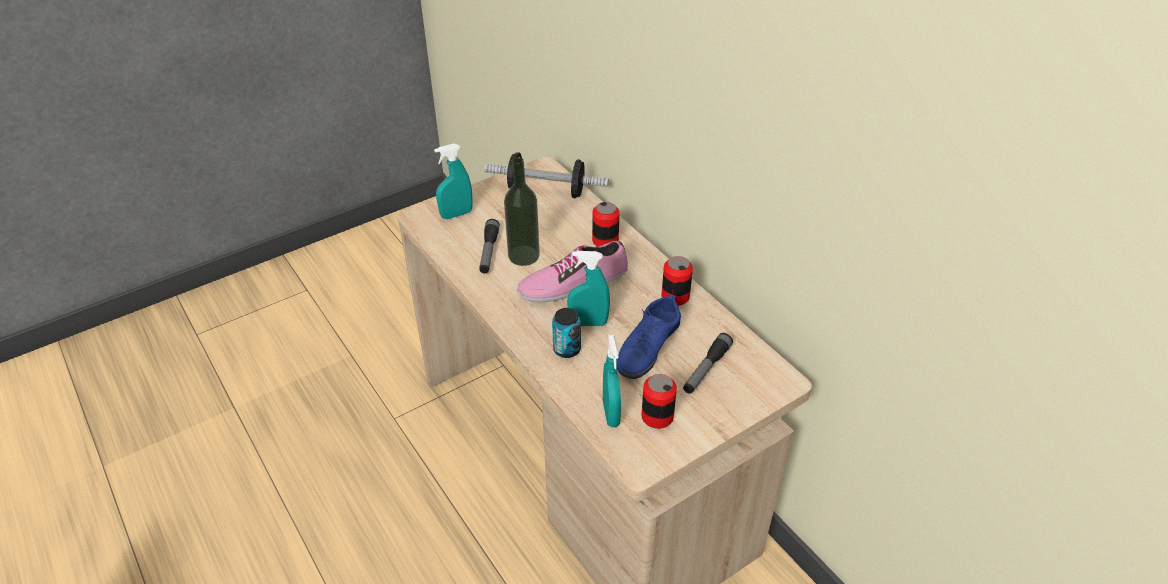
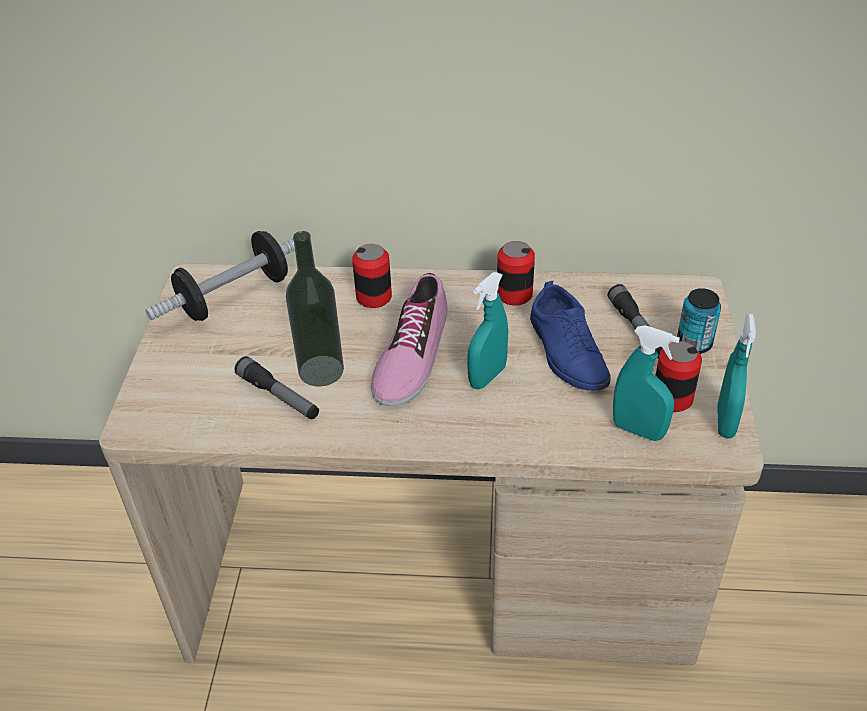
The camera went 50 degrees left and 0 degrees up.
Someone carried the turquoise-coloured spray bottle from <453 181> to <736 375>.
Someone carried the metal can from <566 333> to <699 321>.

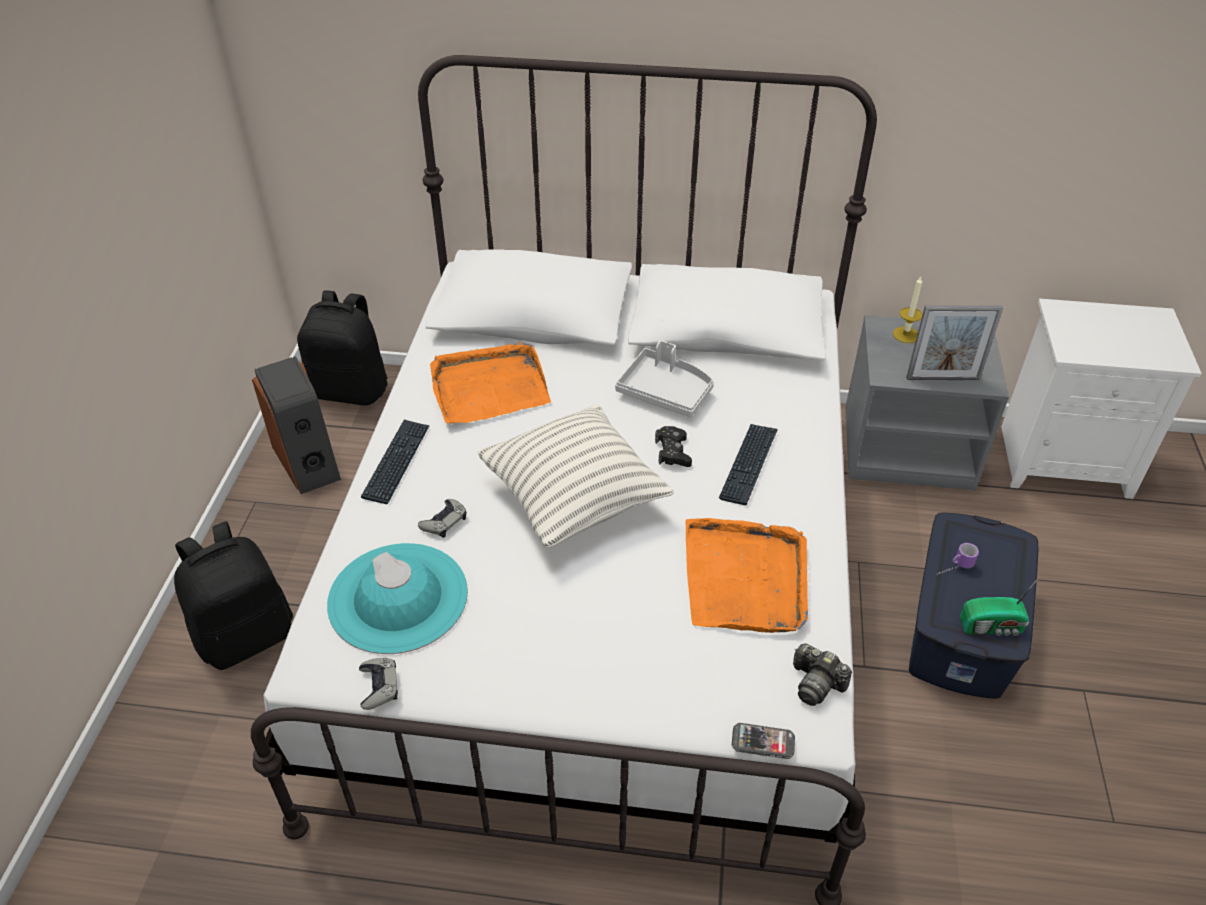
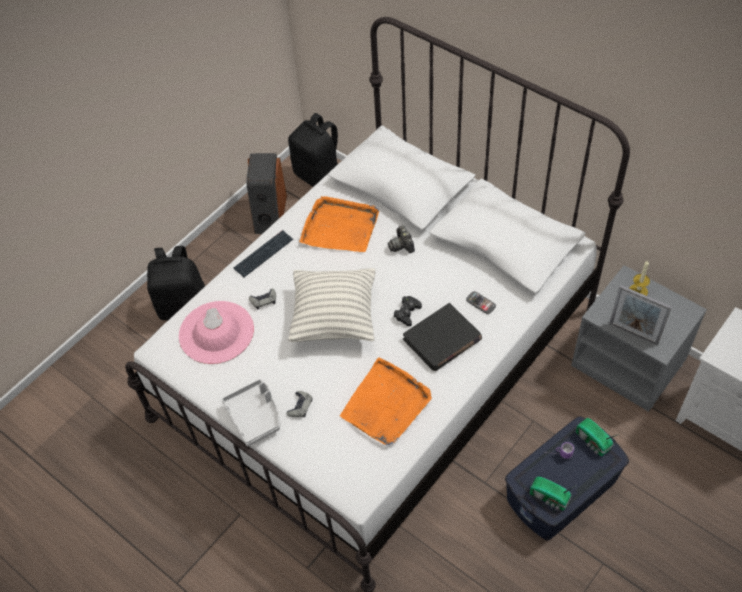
The camera went 35 degrees right and 10 degrees up.
Someone put down the radio set at <597 437>.
Someone carried the gray joypad from <378 684> to <299 404>.
Someone carried the gray carrying tray from <664 378> to <250 412>.
Someone carried the phone from <763 741> to <481 302>.
Someone carried the photo camera from <822 674> to <401 239>.
Someone swapped the computer keyboard at <748 464> for the black book at <442 337>.
Someone repainted the turquoise-coloured hat at <397 598>, which became the pinkish hat at <216 332>.

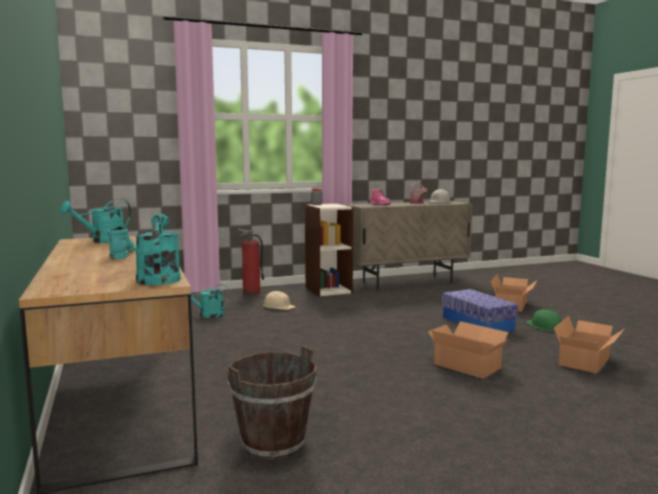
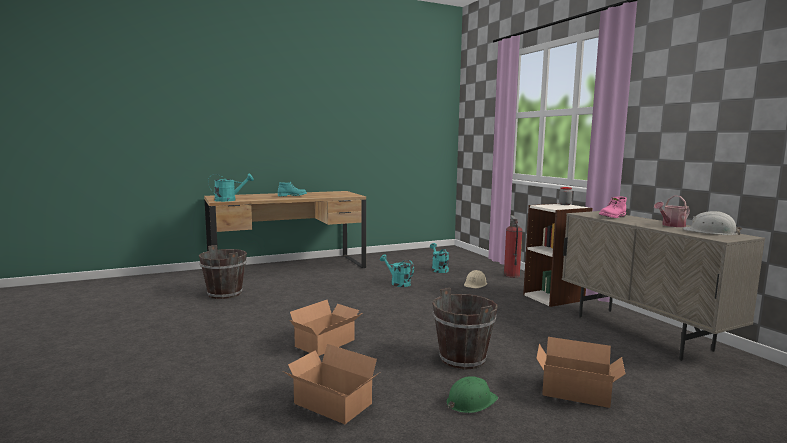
The camera went 85 degrees right and 0 degrees up.
Someone carried the turquoise-coloured sprinkling can from <95 221> to <397 270>.
Someone swapped the storage box at <480 310> for the brownish pail at <465 329>.

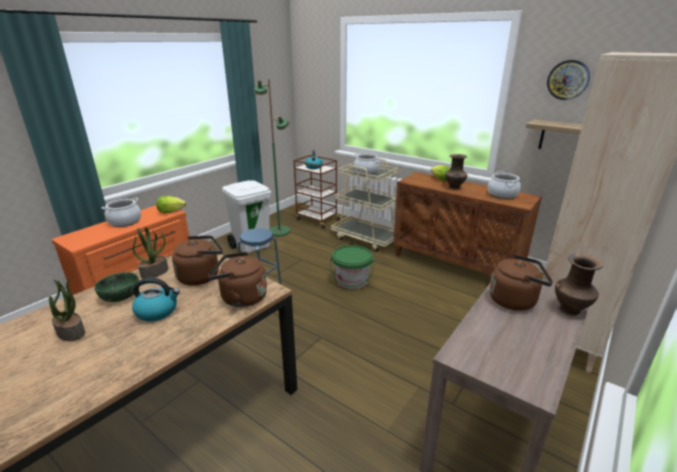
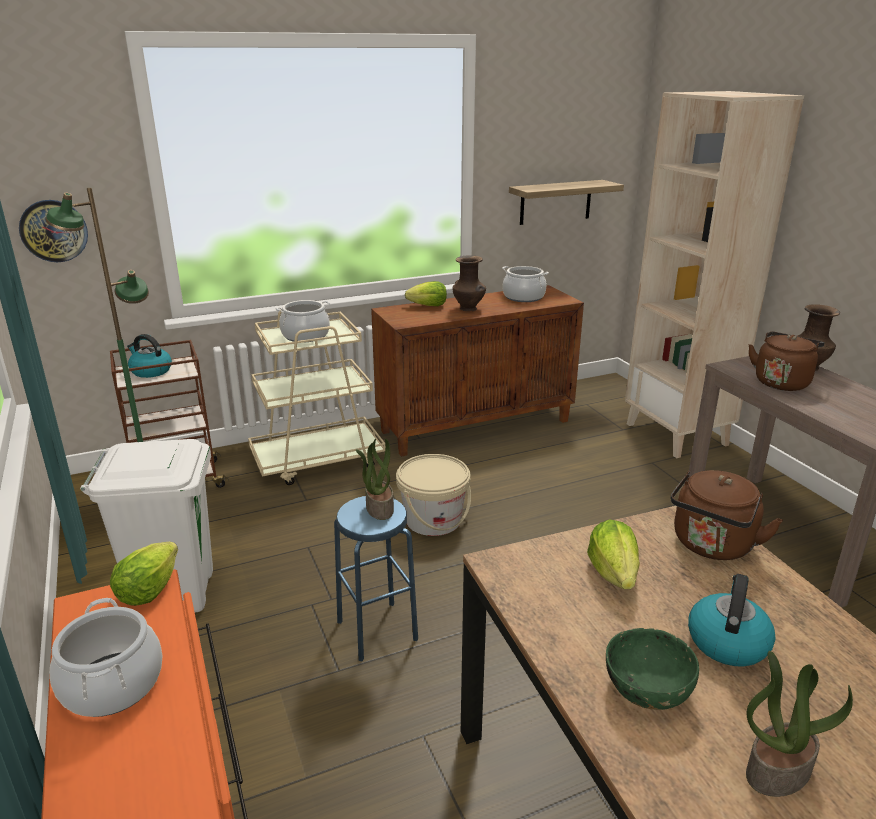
The camera went 60 degrees left and 0 degrees up.
Someone carried the potted plant from <150 253> to <374 479>.
Someone carried the hanging clock from <568 80> to <53 231>.
Someone swapped the brownish tea kettle at <197 261> for the head of lettuce at <613 554>.
Someone repainted the green-coloured pail at <352 267>, which became the sand-coloured pail at <433 495>.

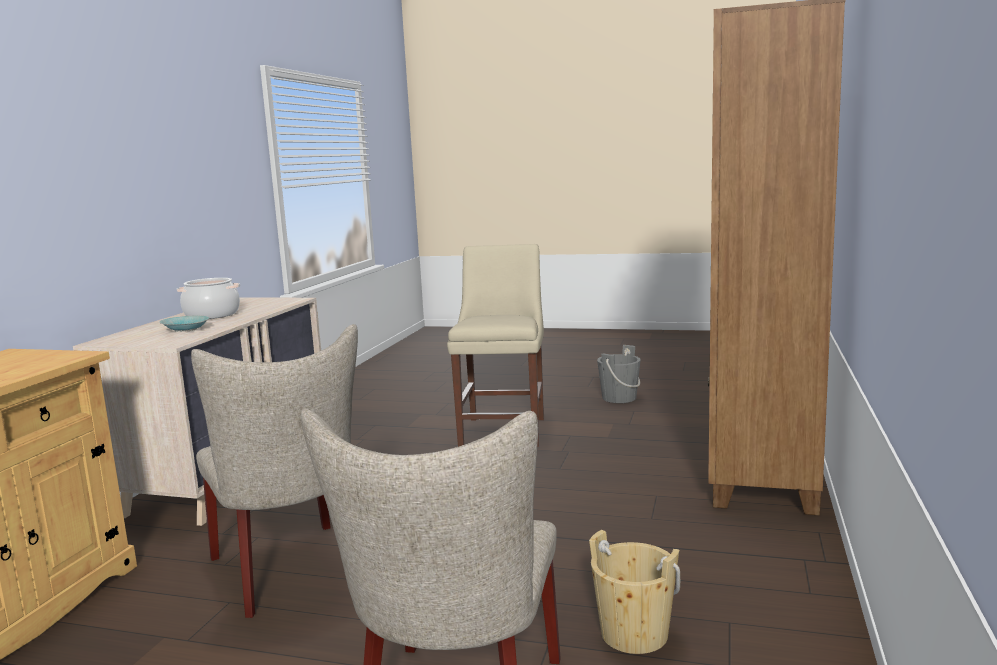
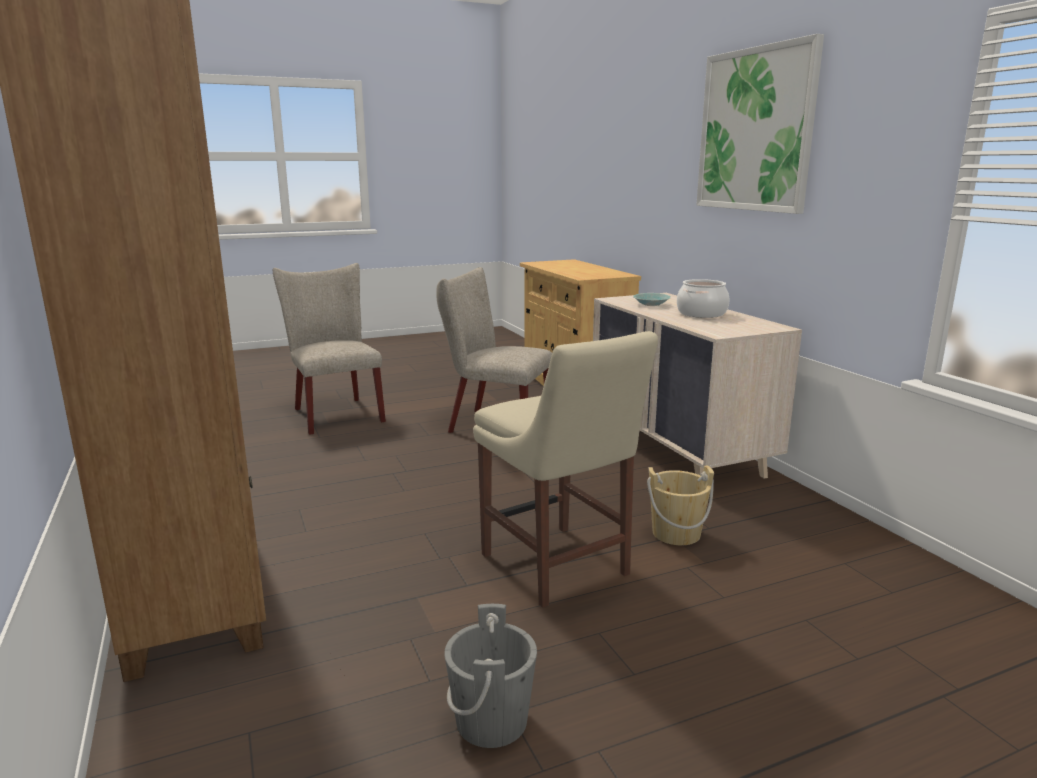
The camera went 140 degrees right and 5 degrees up.
Someone put up the wall art at <760 124>.
Someone carried the sand-coloured pail from <634 592> to <680 505>.

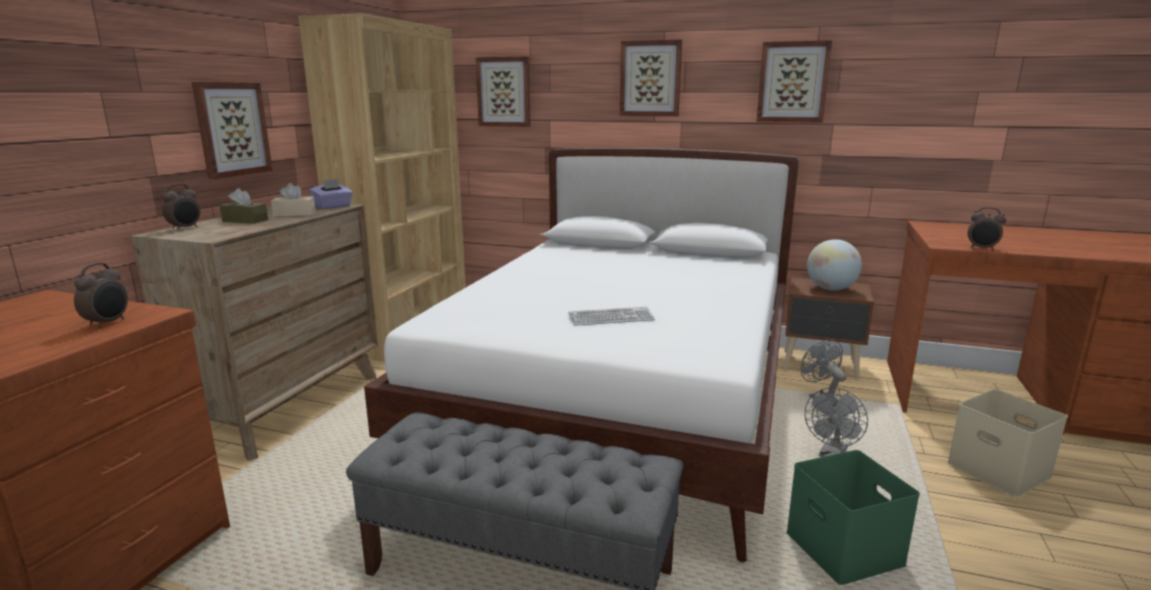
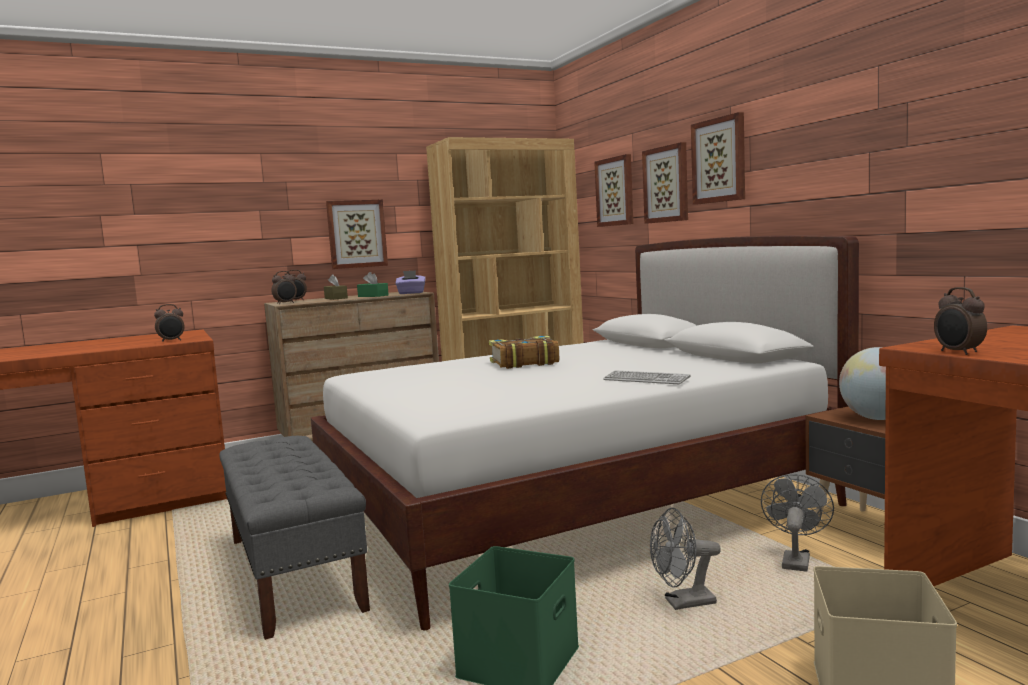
The camera went 45 degrees right and 10 degrees down.
Someone put down the table clock at <284 287>.
Someone put down the book at <524 352>.
Someone carried the computer keyboard from <611 316> to <647 377>.
Someone carried the wall art from <794 81> to <665 183>.
Someone repainted the sand-coloured tissue holder at <293 200>, which became the green-coloured tissue holder at <373 284>.

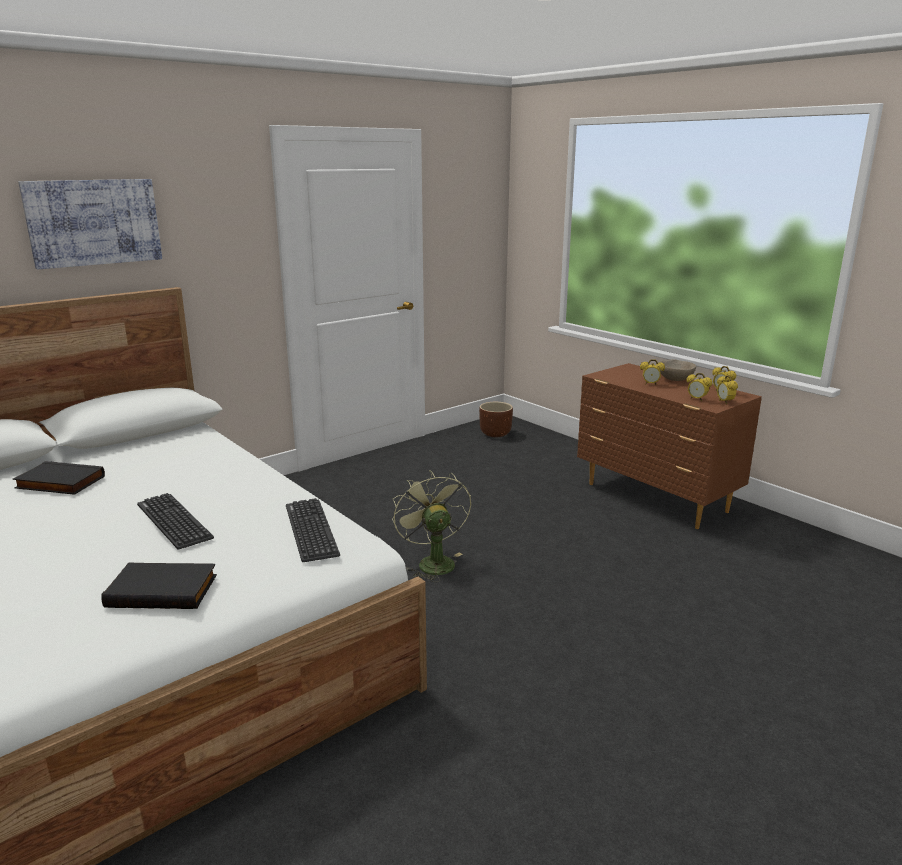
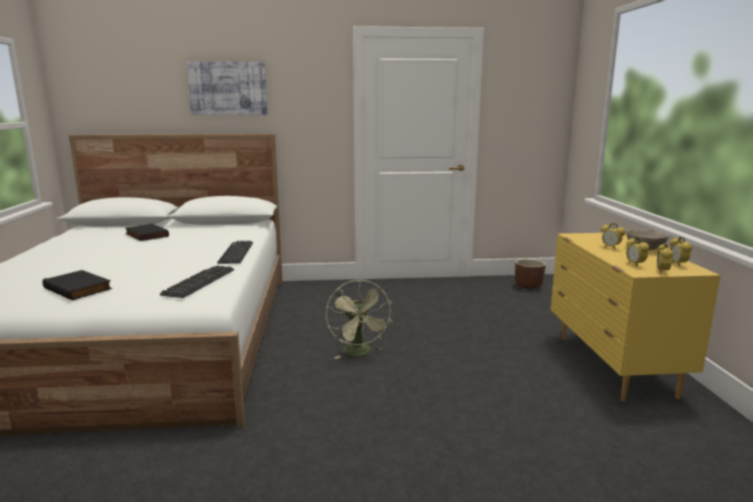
The camera went 35 degrees right and 5 degrees down.
Someone carried the computer keyboard from <175 521> to <235 252>.
Someone repainted the brownish dresser at <669 446>, which became the yellow dresser at <635 317>.
Someone rotated the green-coloured fan at <431 526> by 150 degrees clockwise.

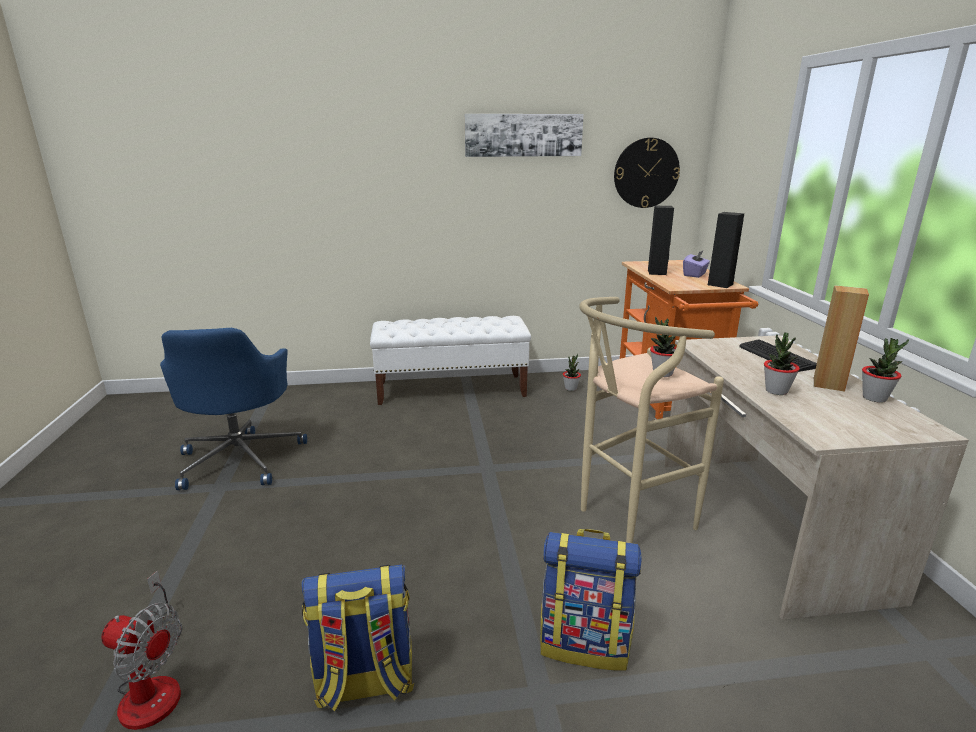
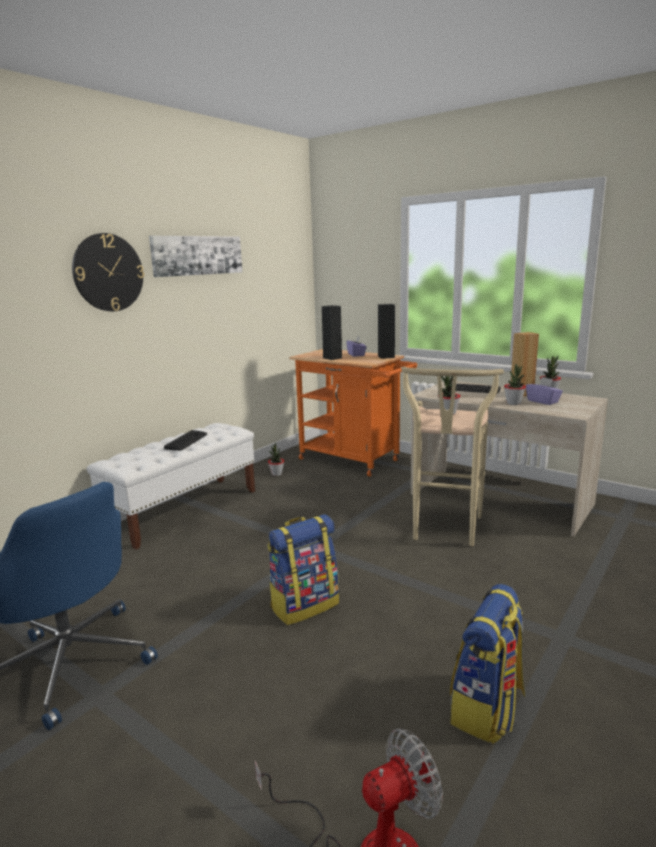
The camera went 45 degrees left and 5 degrees down.
Someone put down the computer keyboard at <185 440>.
Someone put down the purplish tissue holder at <544 391>.
Someone carried the rucksack from <591 600> to <303 569>.
Someone carried the hanging clock from <647 173> to <108 272>.

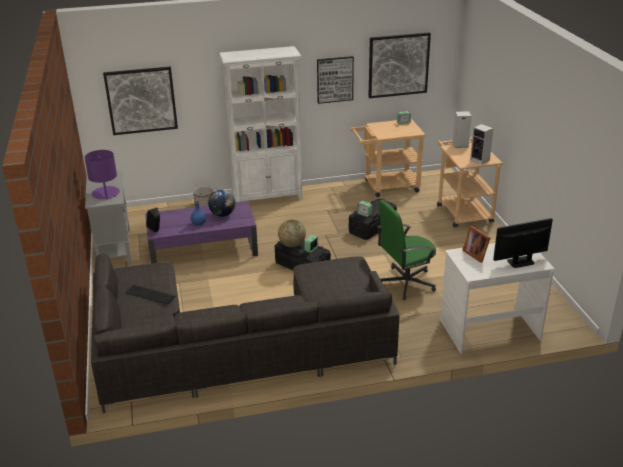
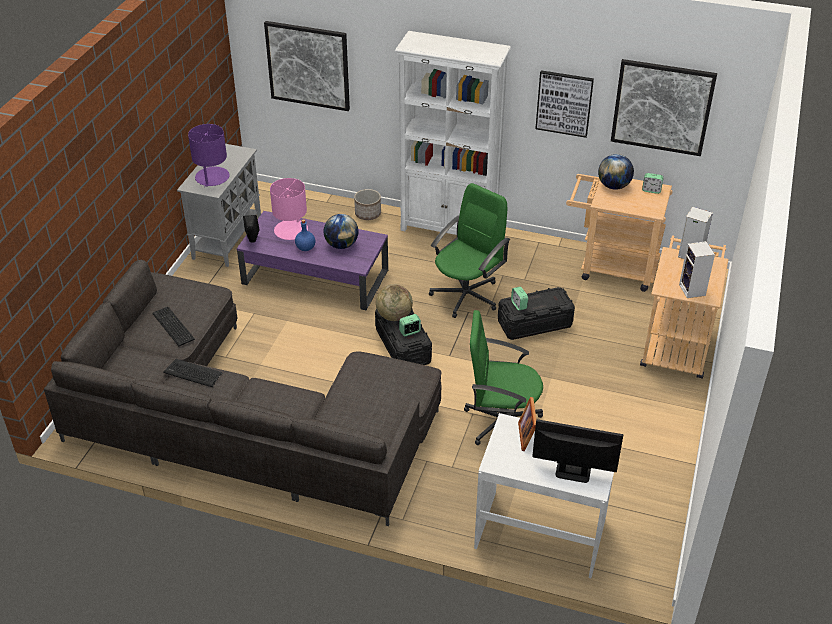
The camera went 30 degrees right and 10 degrees up.
Someone put down the computer keyboard at <193 373>.
Someone put down the pinkish tabletop lamp at <289 209>.
Someone put down the green-coloured computer chair at <469 250>.
Someone put down the globe at <616 172>.

